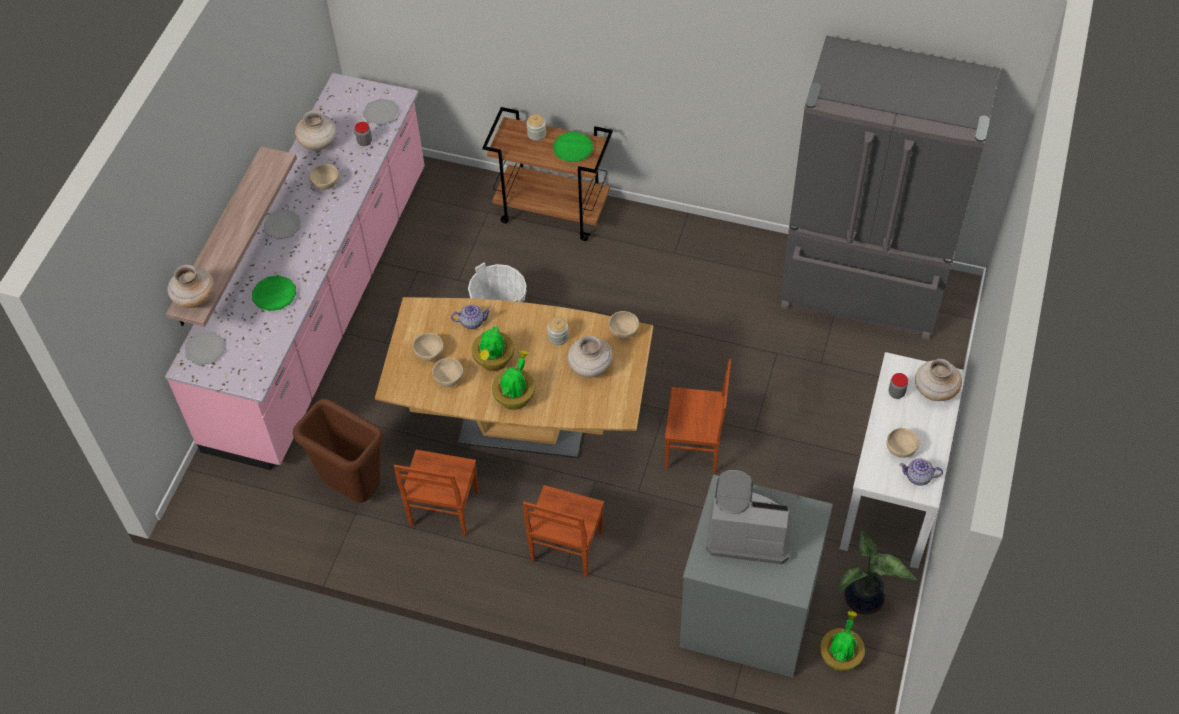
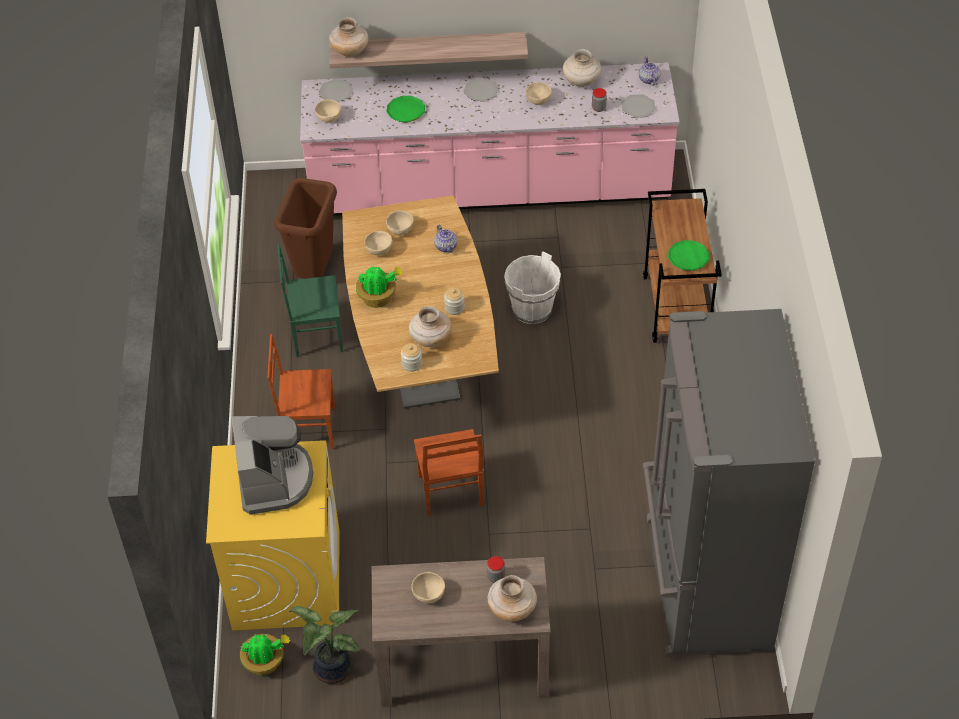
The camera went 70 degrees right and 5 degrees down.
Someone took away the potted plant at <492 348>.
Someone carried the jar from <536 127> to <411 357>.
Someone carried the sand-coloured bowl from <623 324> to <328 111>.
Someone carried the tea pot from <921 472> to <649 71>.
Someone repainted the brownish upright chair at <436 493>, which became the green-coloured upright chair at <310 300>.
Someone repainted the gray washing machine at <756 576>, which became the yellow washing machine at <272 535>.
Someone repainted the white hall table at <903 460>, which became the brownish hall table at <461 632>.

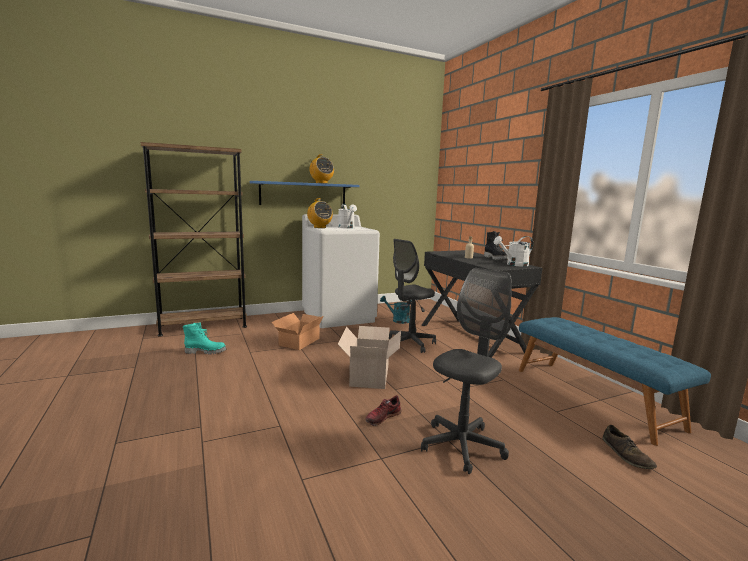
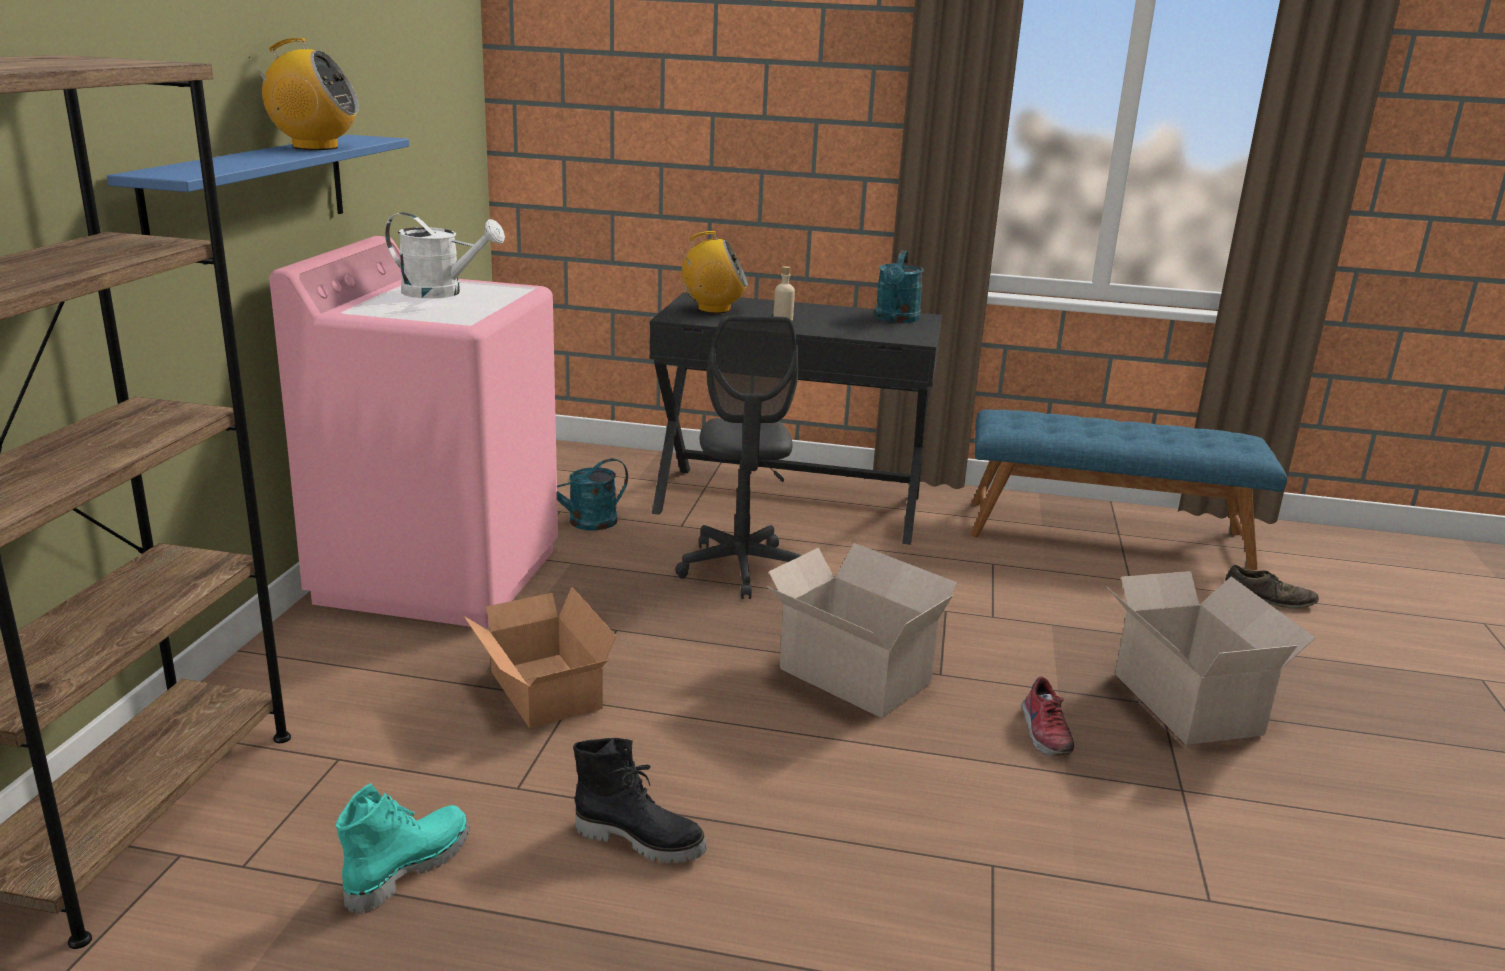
The camera went 55 degrees left and 10 degrees up.
Someone carried the radio set from <320 213> to <713 272>.
Someone carried the black tall boot from <496 245> to <640 800>.
Someone swapped the gray computer chair at <466 371> for the packing box at <1210 658>.
Someone repainted the white washing machine at <341 271>, which became the pinkish washing machine at <413 432>.
Someone repainted the white sprinkling can at <513 251>, which became the turquoise-coloured sprinkling can at <899 286>.

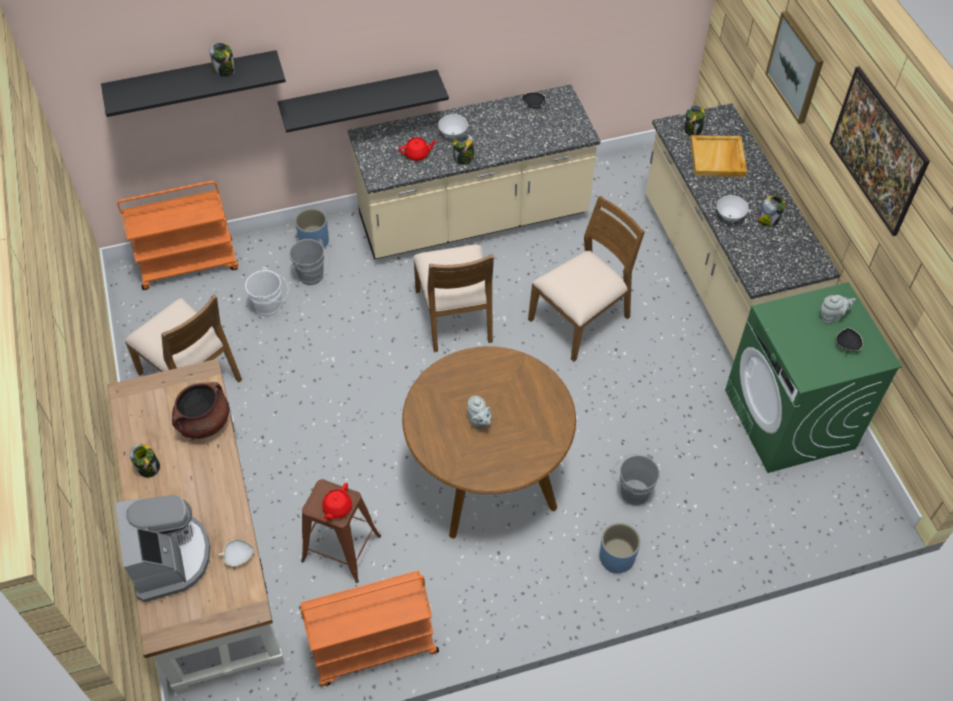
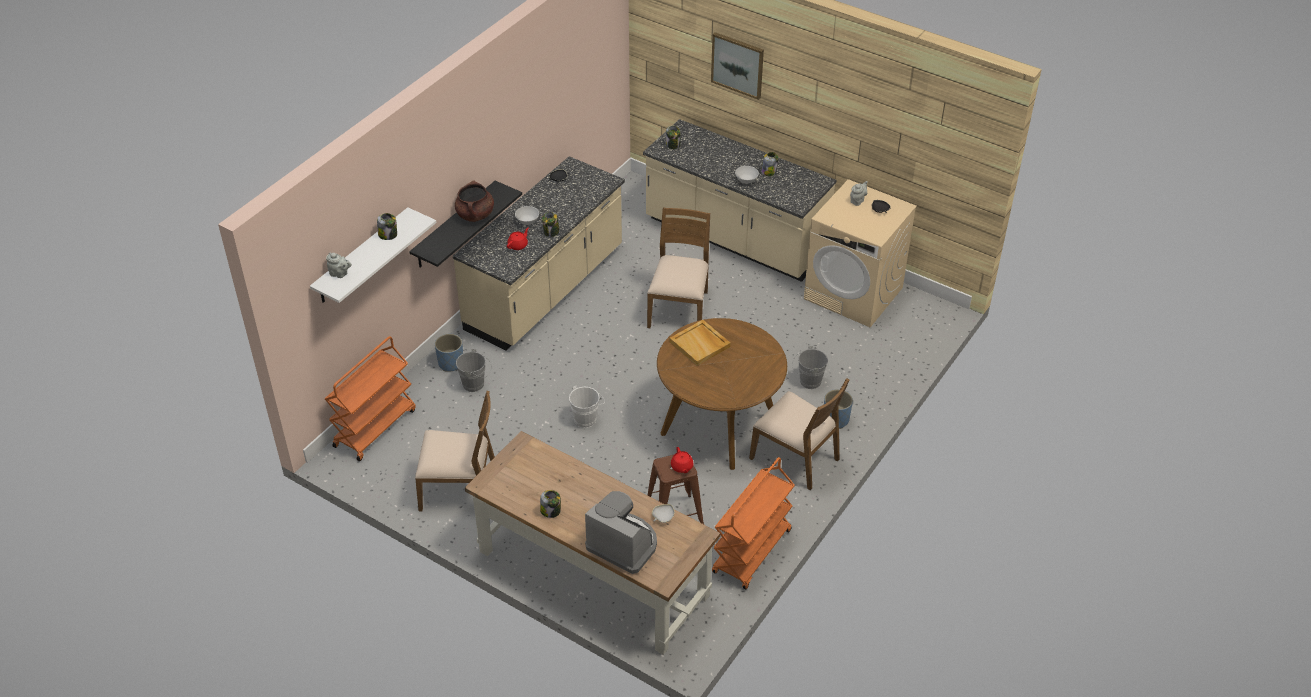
The camera went 40 degrees left and 10 degrees down.
Someone took away the wall art at <880 151>.
Someone carried the brownish saucepot from <200 410> to <474 201>.
Someone carried the white pail from <266 292> to <587 407>.
Someone carried the brownish upright chair from <453 298> to <799 434>.
Someone carried the gray tea pot from <479 411> to <339 265>.
Someone carried the sand-coloured carrying tray from <718 156> to <700 343>.
Someone repainted the black bracket shelf at <193 83>, which became the white bracket shelf at <373 255>.
Someone repainted the green-coloured washing machine at <813 377>, which became the sand-coloured washing machine at <860 253>.

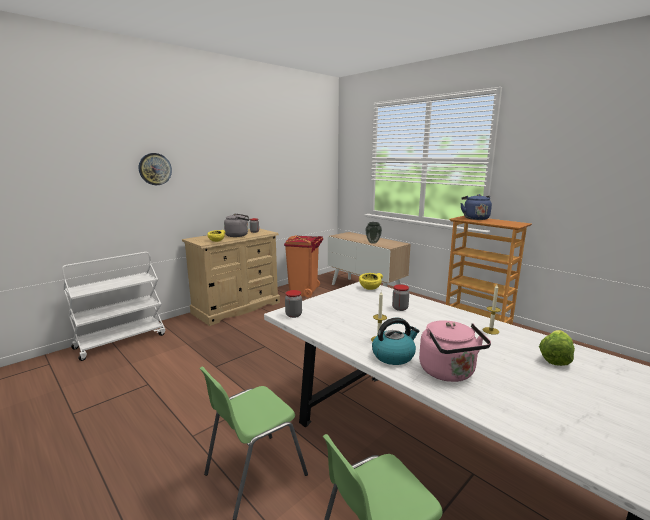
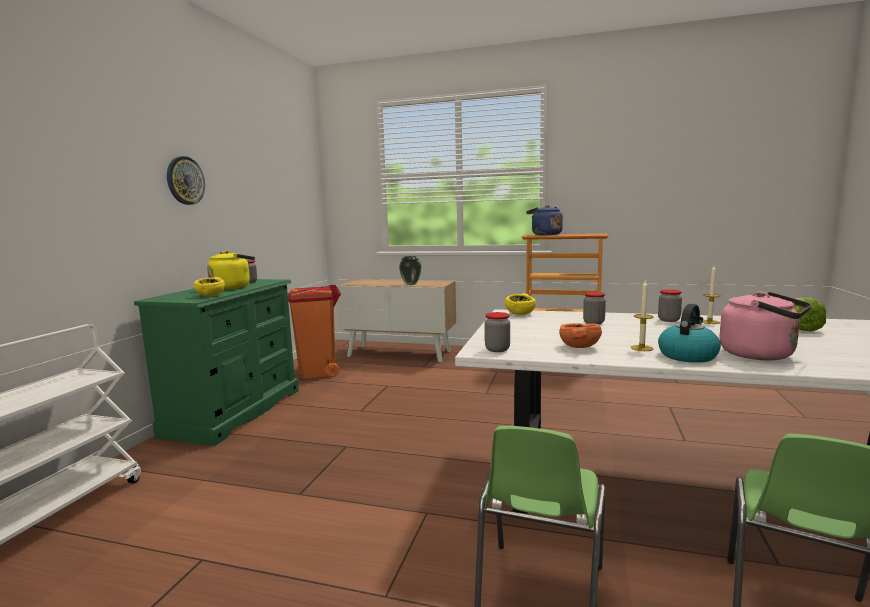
The camera went 30 degrees left and 5 degrees down.
Someone put down the orange-coloured bowl at <580 335>.
Someone put down the jar at <670 305>.
Someone carried the hanging clock from <155 169> to <186 180>.
Someone repainted the sand-coloured dresser at <231 277>, which became the green-coloured dresser at <216 362>.
Someone repainted the gray tea kettle at <236 225>, which became the yellow tea kettle at <231 270>.

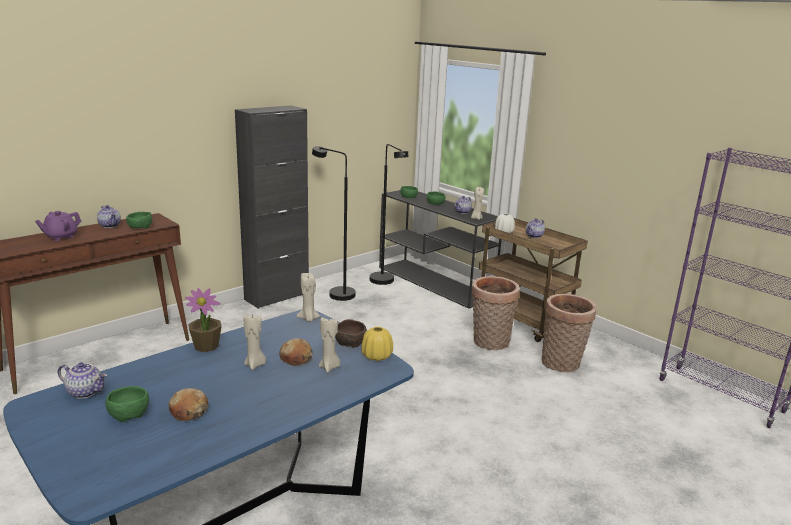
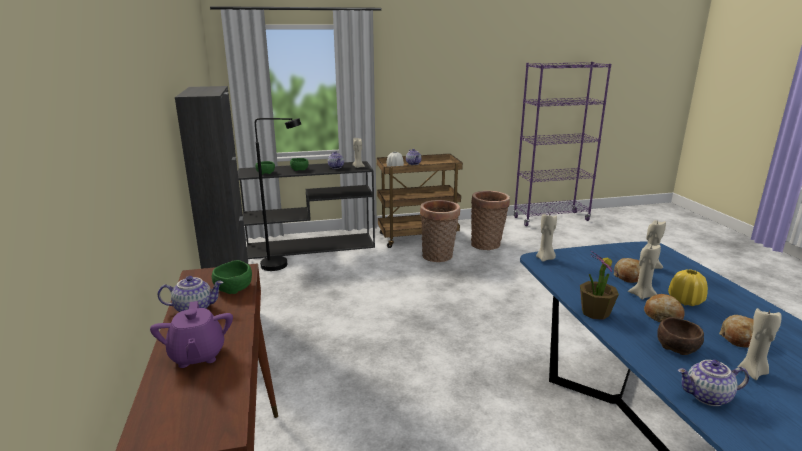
The camera went 60 degrees left and 0 degrees up.
Someone took away the black standard lamp at <334 223>.
Someone put down the bakery bread at <664 308>.
Someone carried the brownish bowl from <351 333> to <680 336>.
Someone carried the yellow vase from <377 344> to <688 287>.
Someone swapped the green-coloured bowl at <127 404> for the sand-coloured wax light at <760 344>.
Someone rotated the tea pot at <82 380> by 135 degrees counterclockwise.

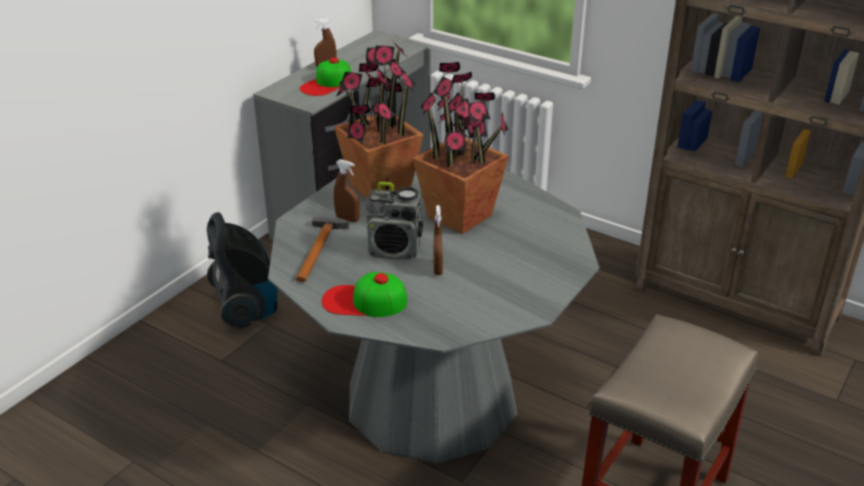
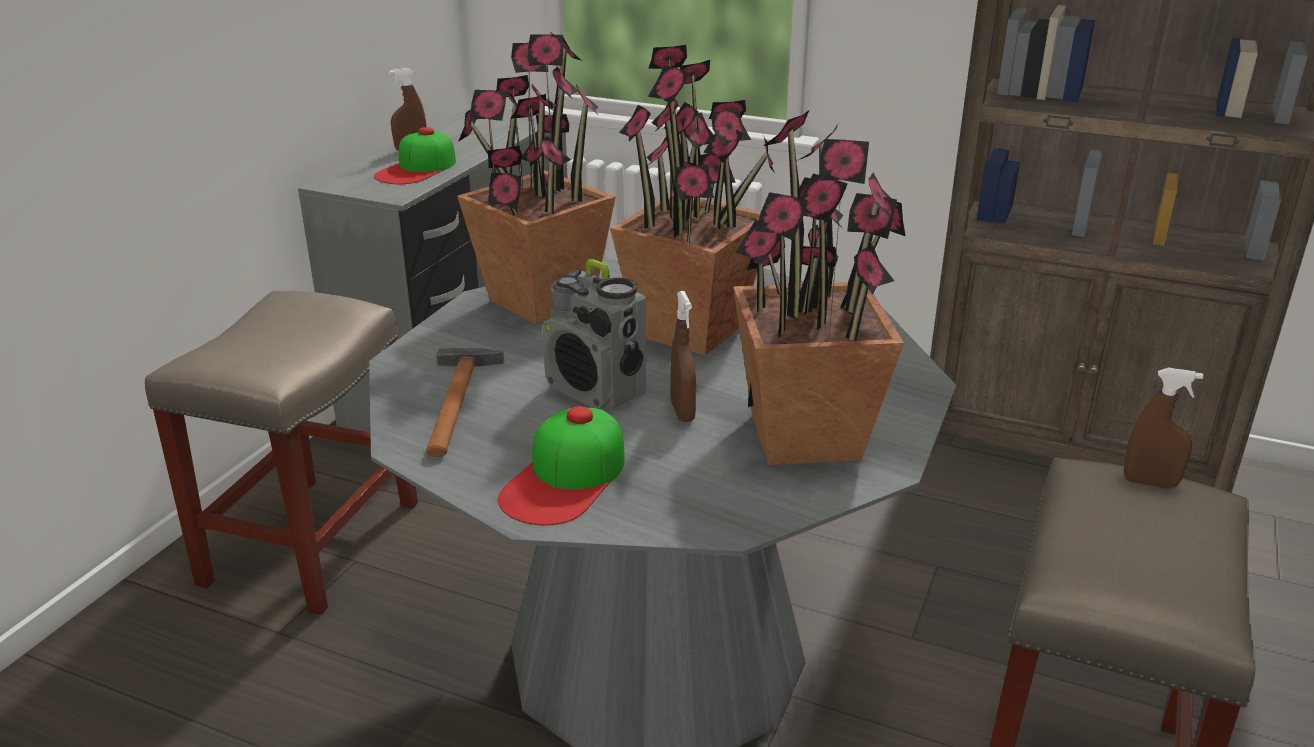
The camera went 10 degrees left and 5 degrees down.
Someone put down the potted plant at <819 287>.
Someone carried the brownish spray bottle from <347 190> to <1164 428>.
Someone swapped the hoover at <242 270> for the sand-coloured stool at <281 453>.
Someone rotated the peaked cap at <364 294> by 60 degrees counterclockwise.
Someone rotated the radio set at <394 221> by 45 degrees clockwise.

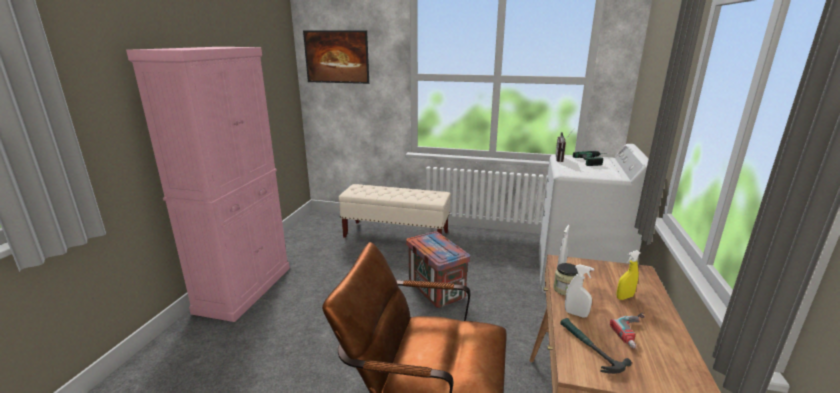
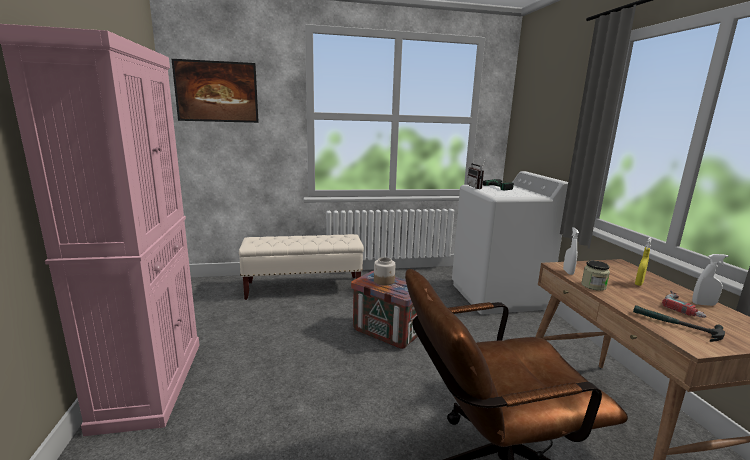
The camera went 25 degrees left and 5 degrees down.
Someone put down the jar at <385 271>.
Someone carried the white spray bottle from <579 291> to <710 280>.

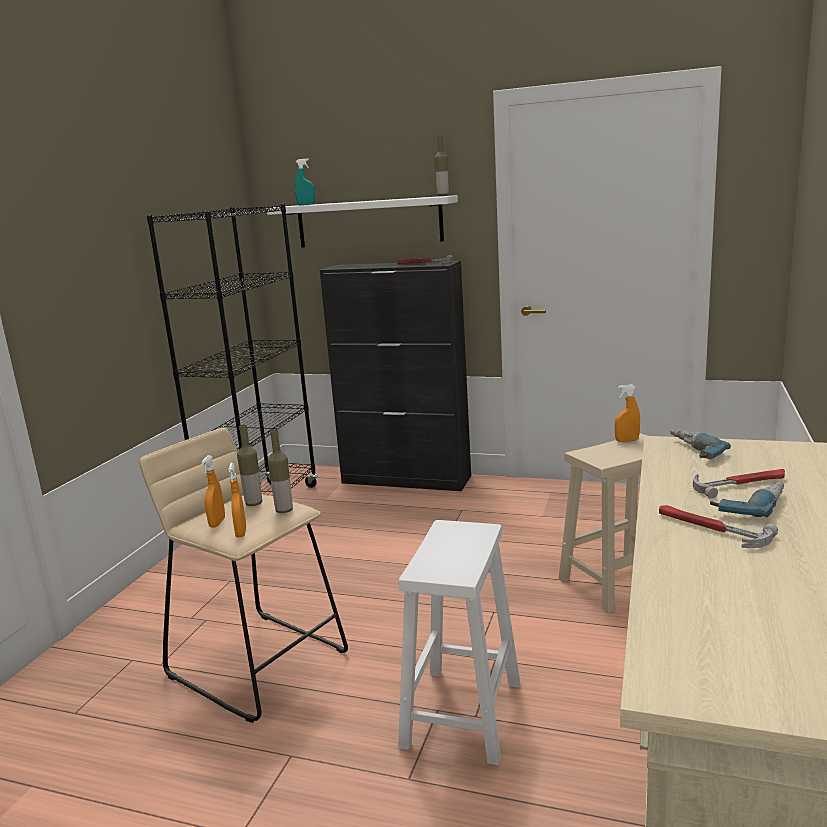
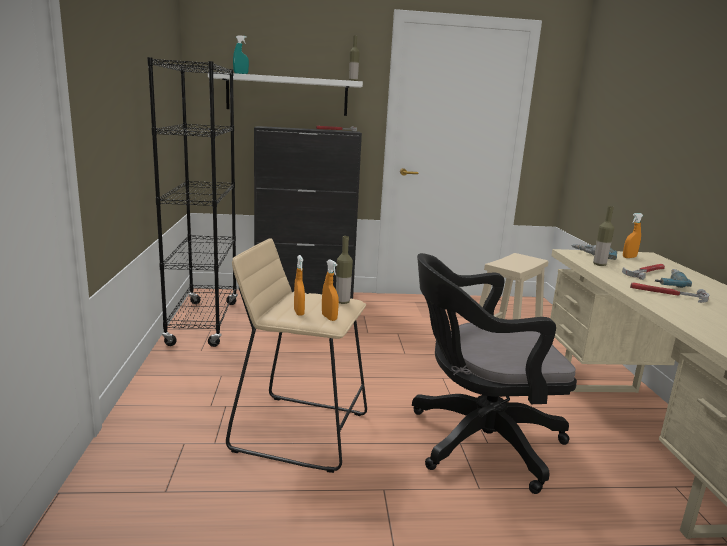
The camera went 25 degrees left and 0 degrees up.
Someone carried the drink bottle from <249 465> to <603 236>.
Someone carried the orange-coloured spray bottle from <627 413> to <633 235>.
Someone swapped the white stool at <459 642> for the black computer chair at <494 373>.

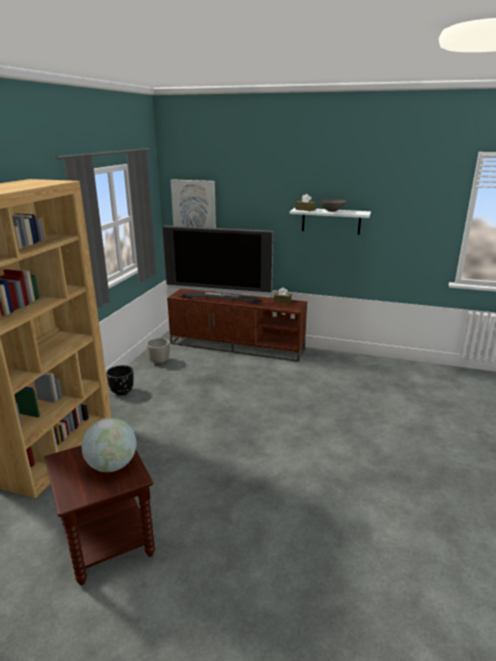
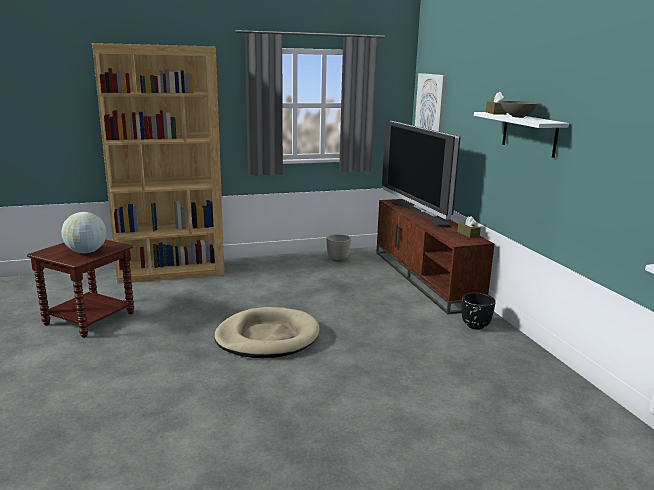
The camera went 55 degrees right and 5 degrees down.
Someone put down the sand-coloured dog bed at <266 332>.
Someone carried the black flower pot from <120 380> to <478 311>.

